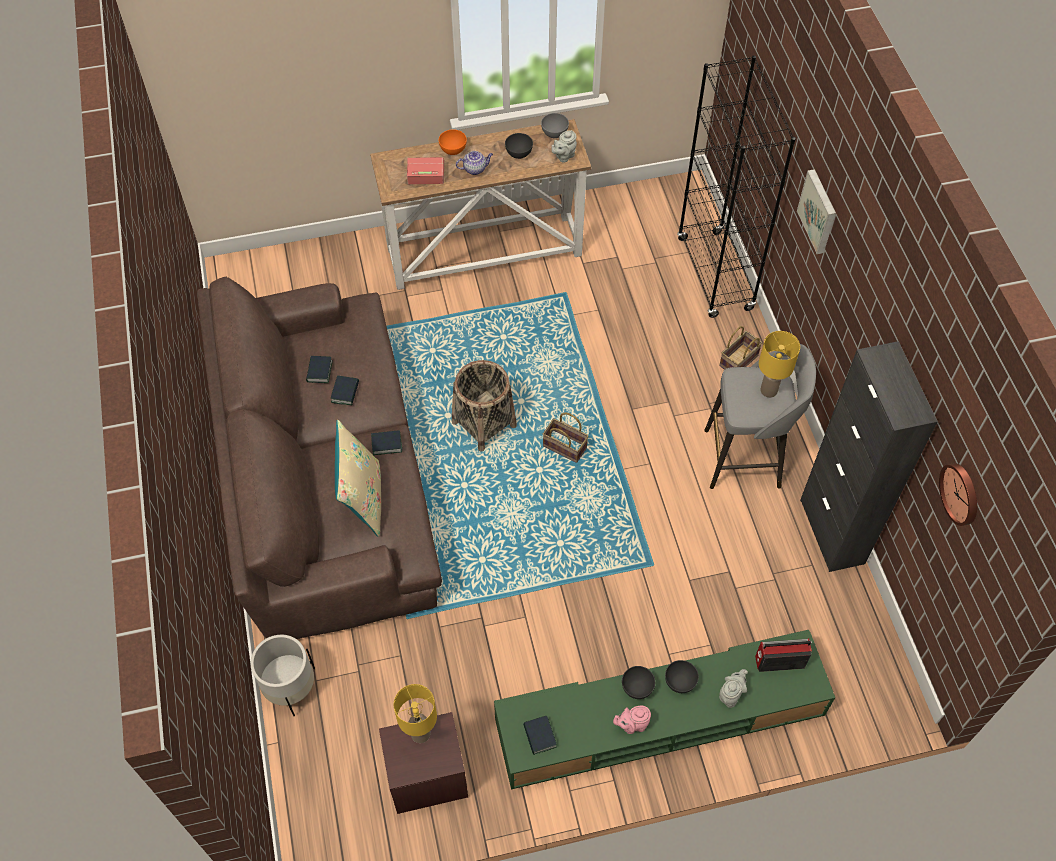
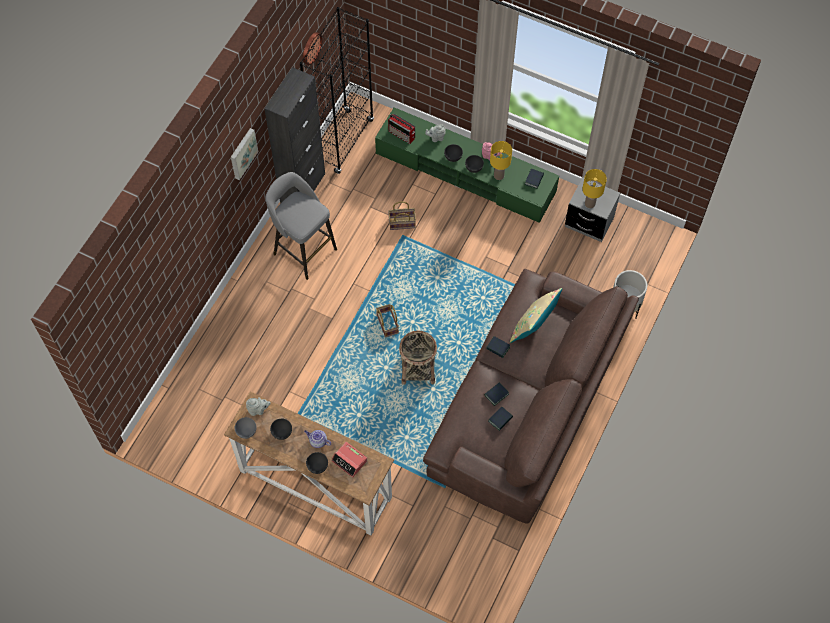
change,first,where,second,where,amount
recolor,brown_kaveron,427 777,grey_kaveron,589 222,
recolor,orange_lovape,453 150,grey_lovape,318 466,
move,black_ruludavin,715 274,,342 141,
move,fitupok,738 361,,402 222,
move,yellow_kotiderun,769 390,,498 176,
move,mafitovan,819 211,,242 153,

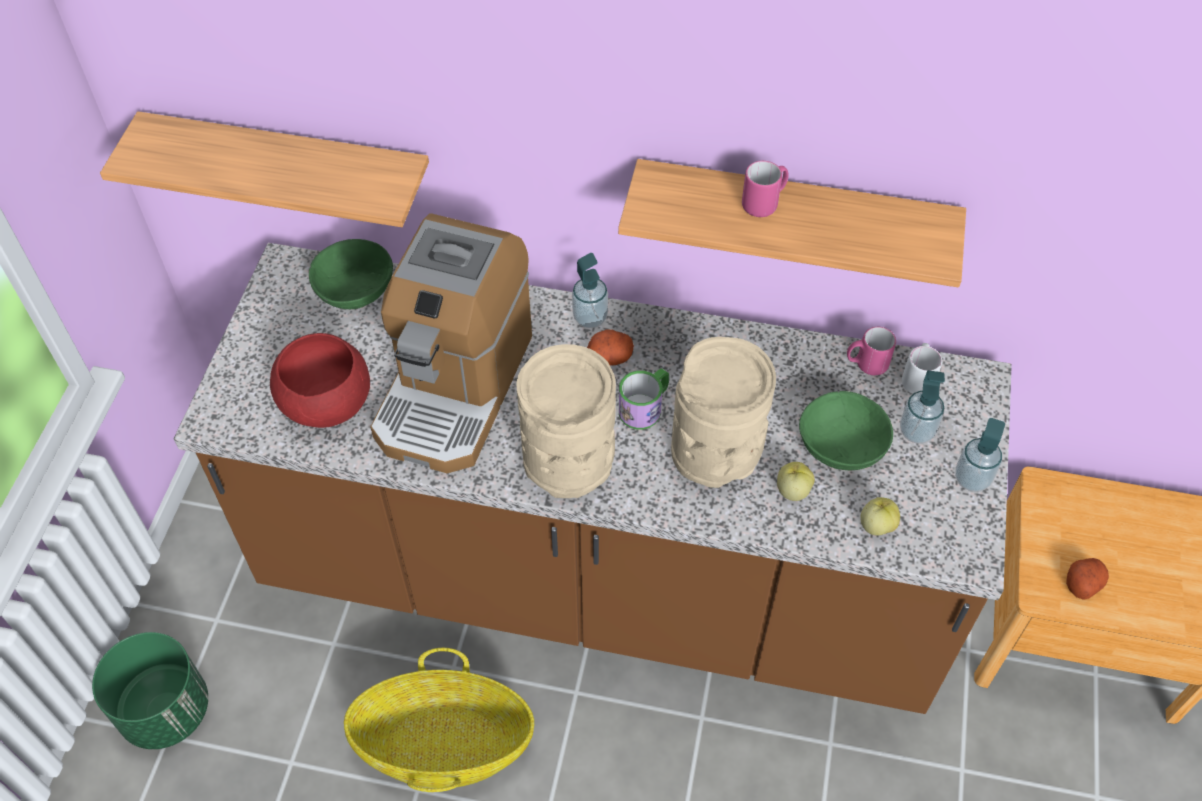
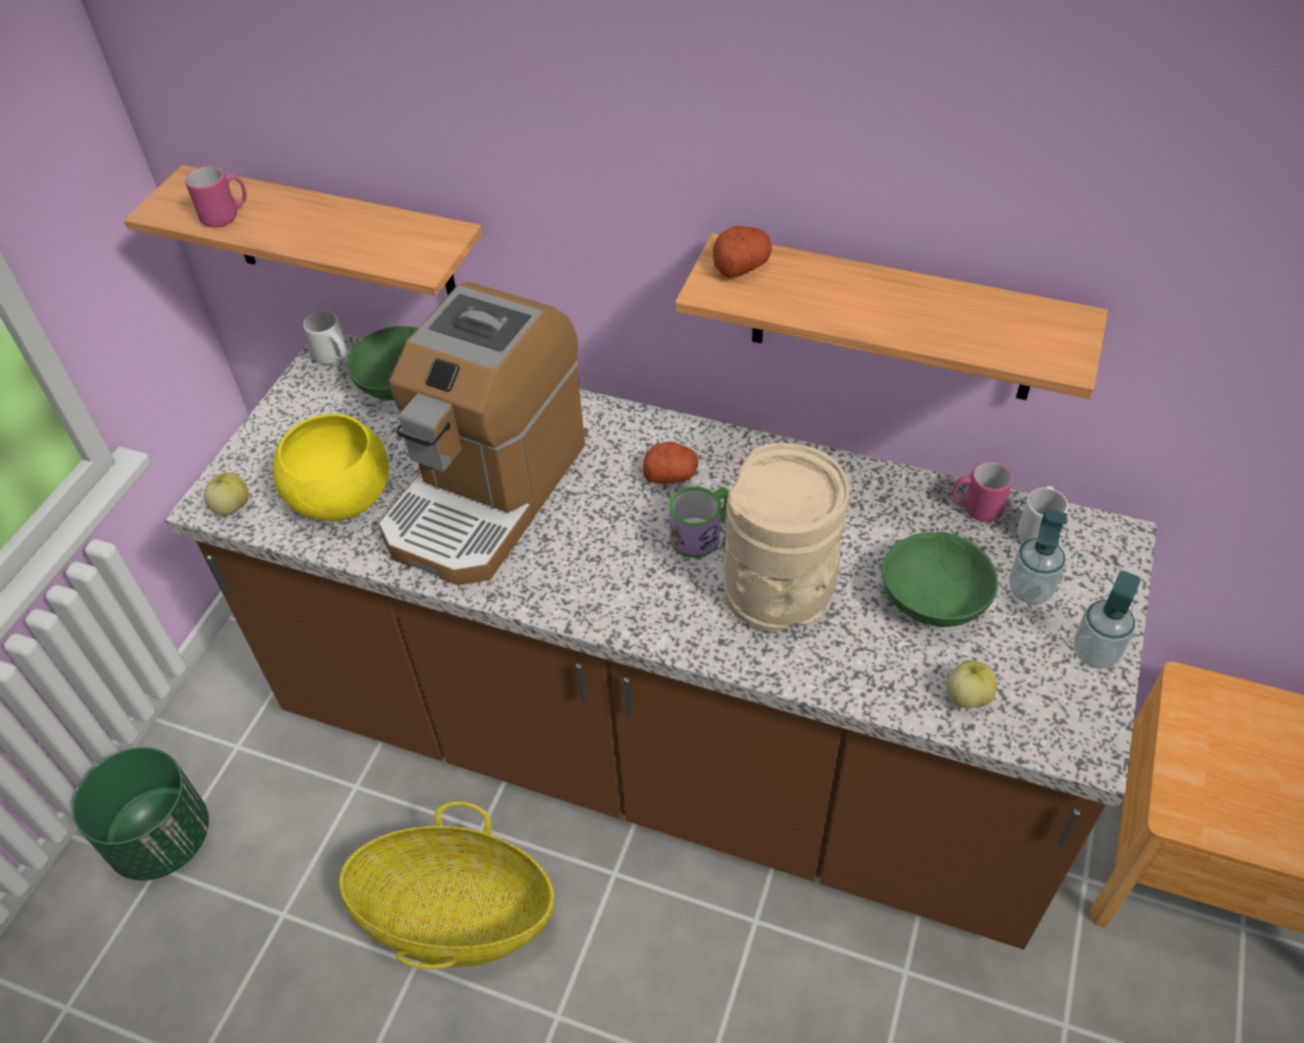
change,first,where,second,where,amount
recolor,red_lovape,327 401,yellow_lovape,341 495,
delete,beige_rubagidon,570 459,,,
delete,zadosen,590 318,,,
move,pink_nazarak,764 203,,226 216,
move,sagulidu,792 490,,231 507,
move,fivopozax,1082 583,,741 266,
insert,,,white_nazarak,334 358,

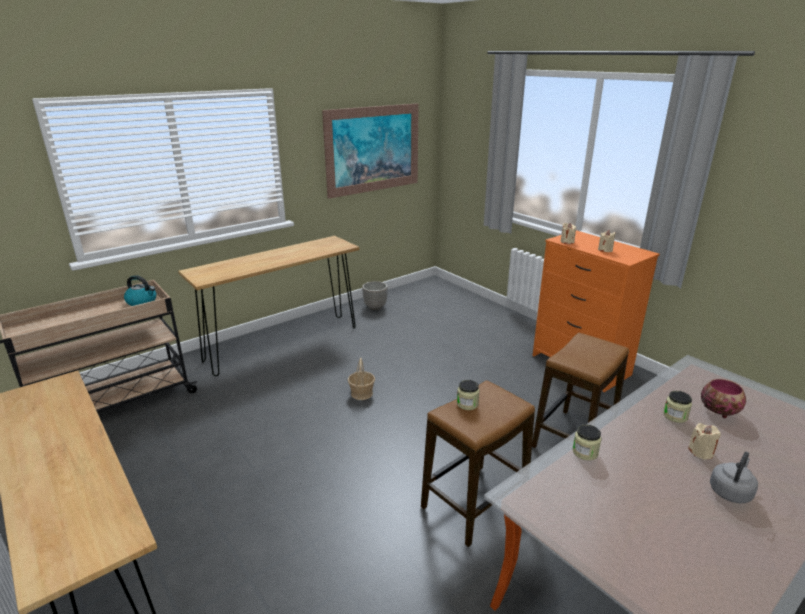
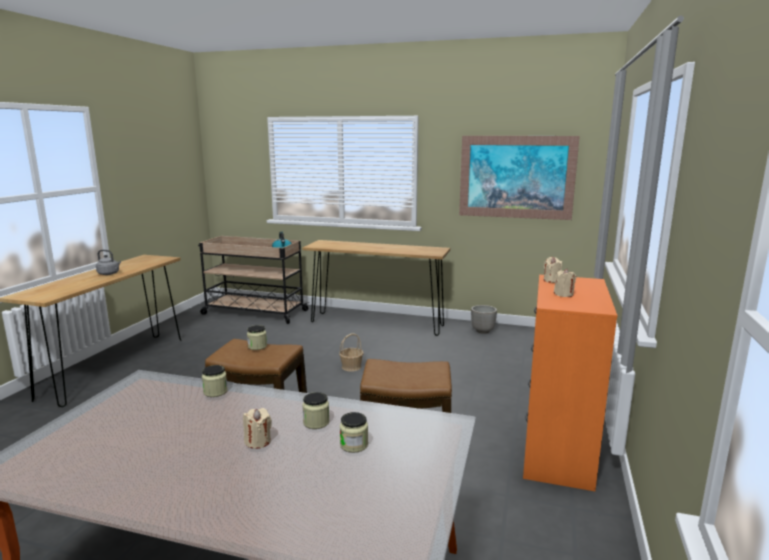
change,first,where,second,where,amount
replace,lovape,718 411,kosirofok,354 445,
move,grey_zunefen,730 491,,109 274,

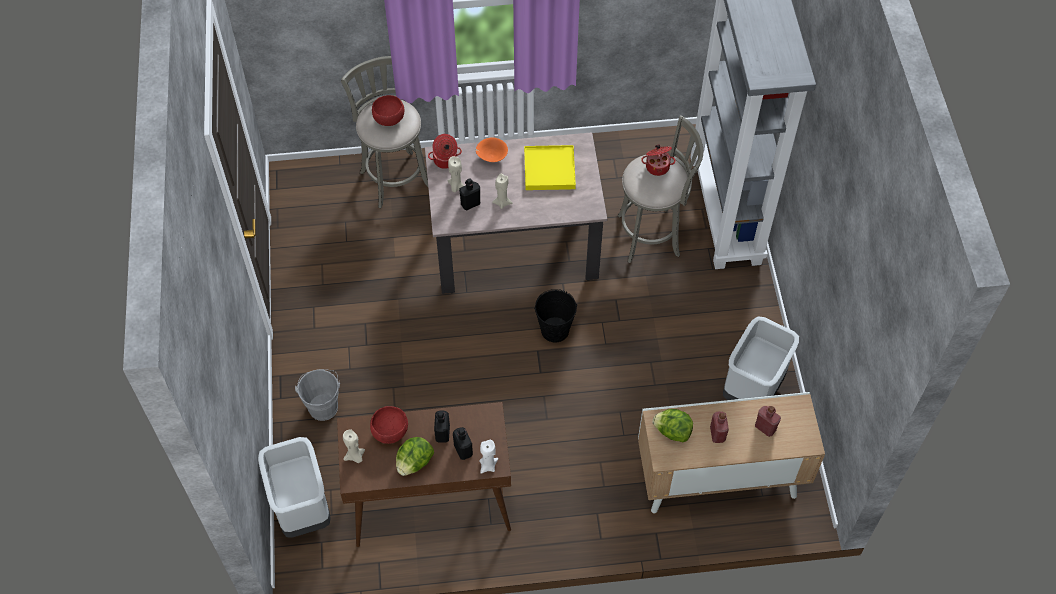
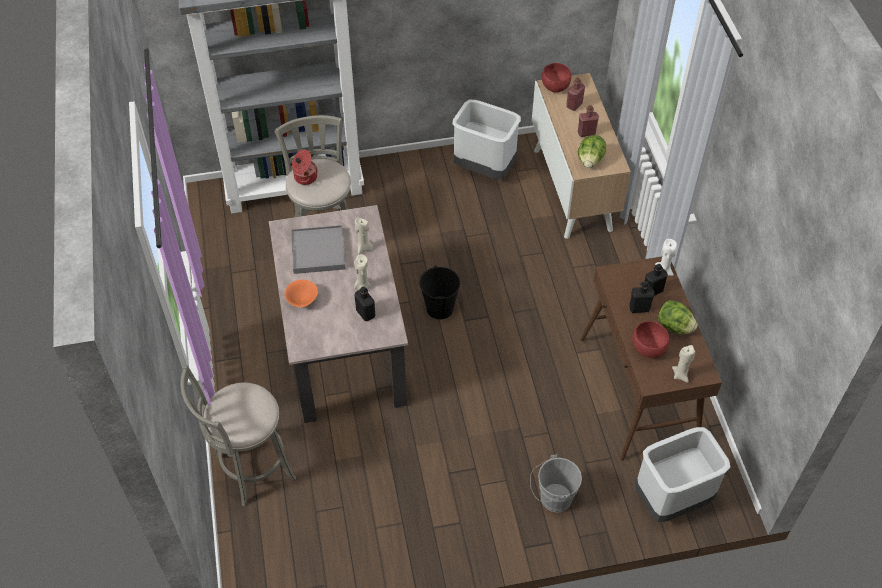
change,first,where,second,where,amount
move,red_lovape,389 120,,555 87,
delete,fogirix,445 160,,,
move,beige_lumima,456 187,,364 248,
recolor,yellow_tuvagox,549 170,grey_tuvagox,318 251,

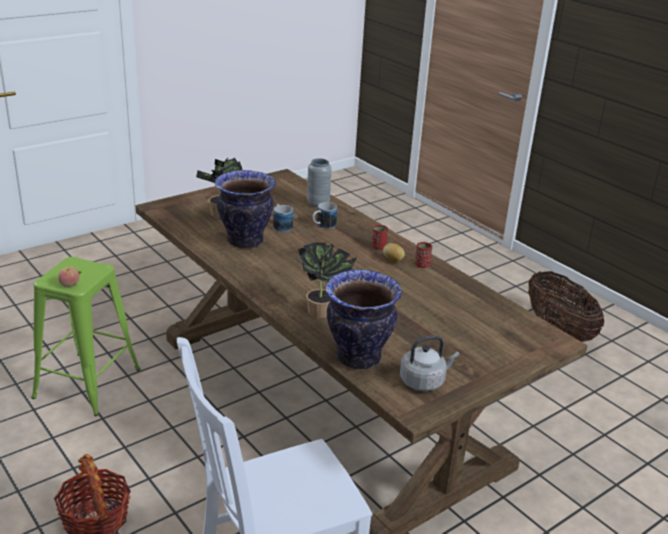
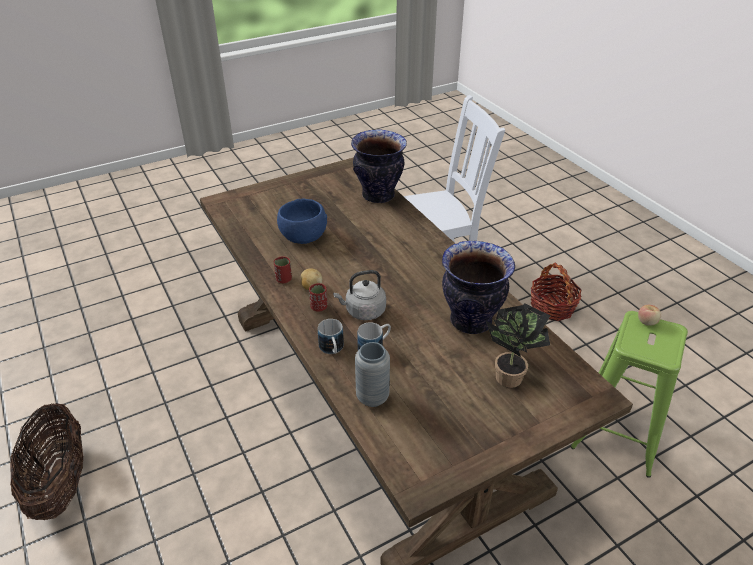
change,first,where,second,where,amount
move,nazarak,281 225,,332 350,
delete,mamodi,323 311,,,
move,grey_zunefen,424 381,,363 311,
insert,,,blue_lovape,302 236,

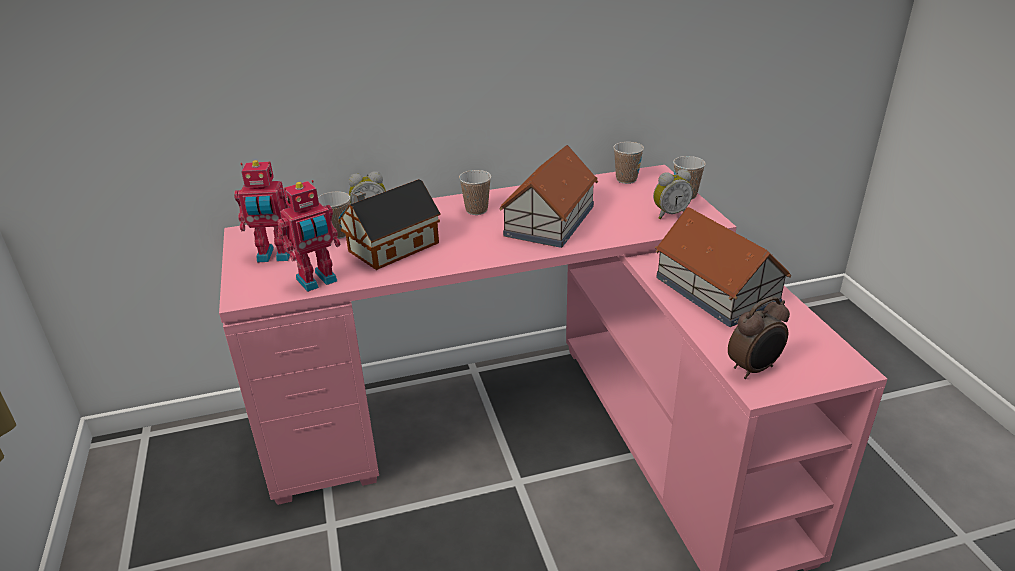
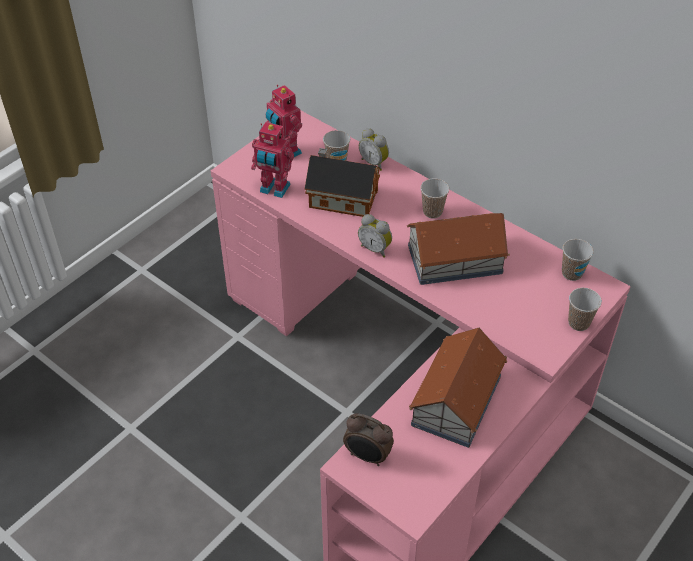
change,first,where,second,where,amount
move,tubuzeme,669 214,,375 248,

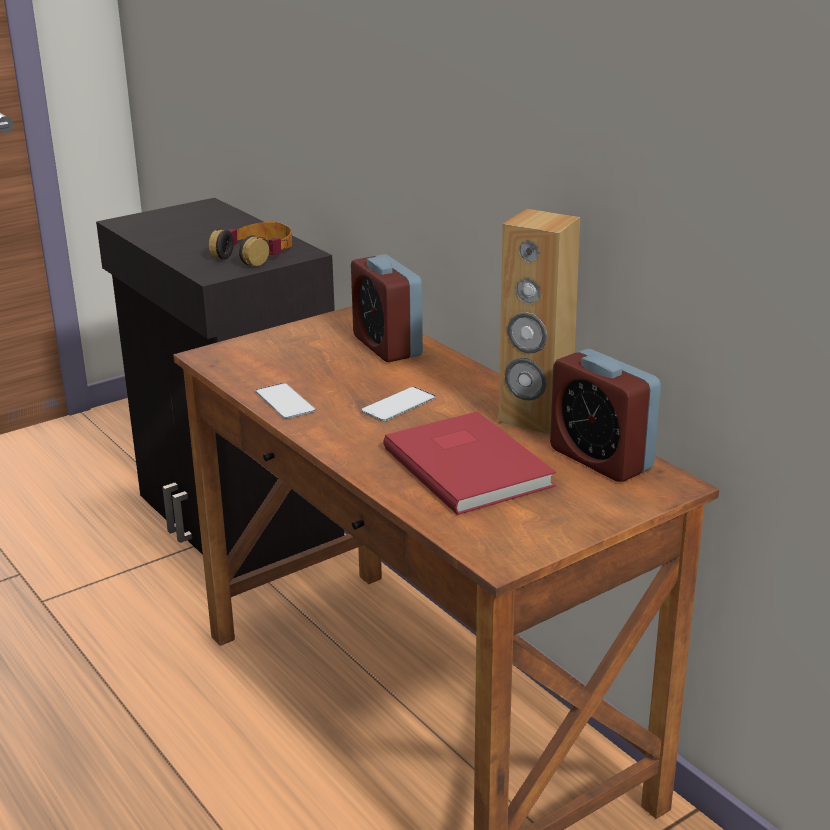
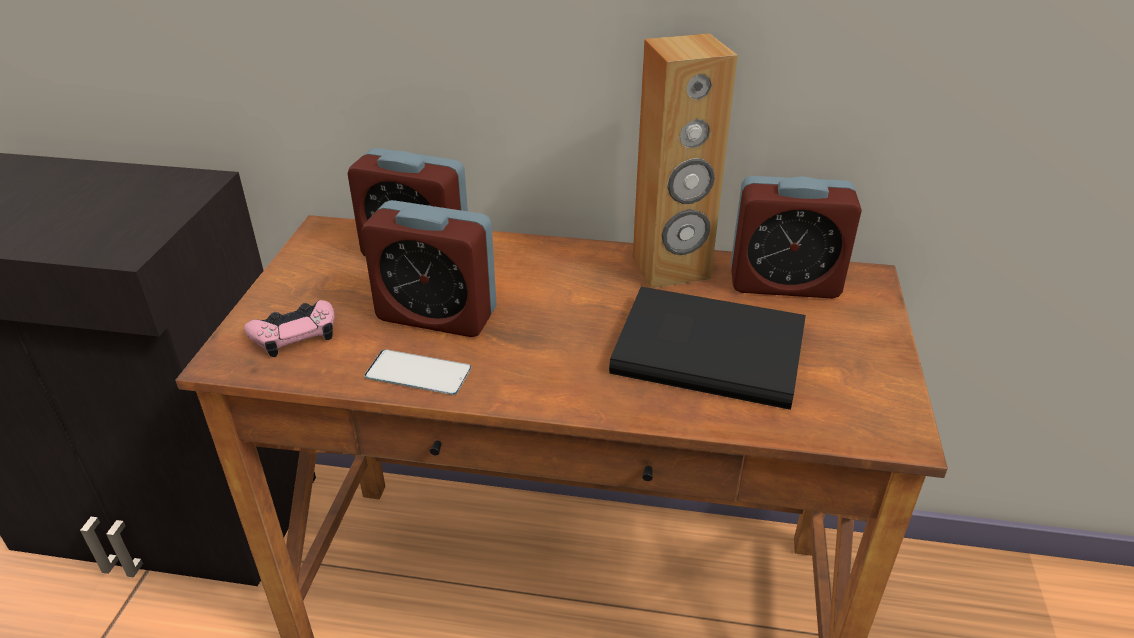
change,first,where,second,where,amount
delete,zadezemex,255 254,,,
delete,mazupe,398 405,,,
recolor,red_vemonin,469 465,black_vemonin,707 347,
insert,,,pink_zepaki,295 334,
insert,,,tubuzeme,437 315,

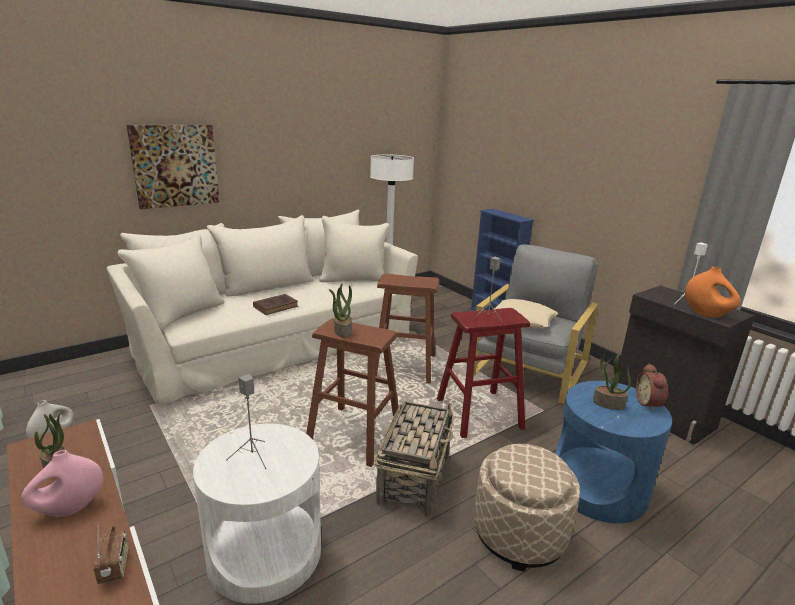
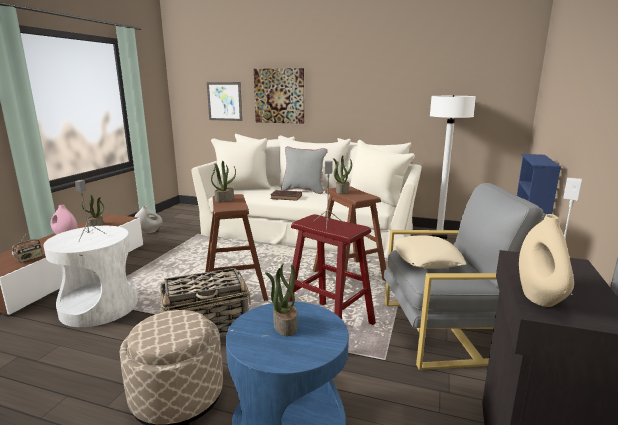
change,first,where,second,where,amount
delete,tubuzeme,650 403,,,
recolor,orange_rubagidon,706 314,beige_rubagidon,539 298,
insert,,,mafitovan,224 101,
insert,,,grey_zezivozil,303 190,
insert,,,mamodi,342 191,

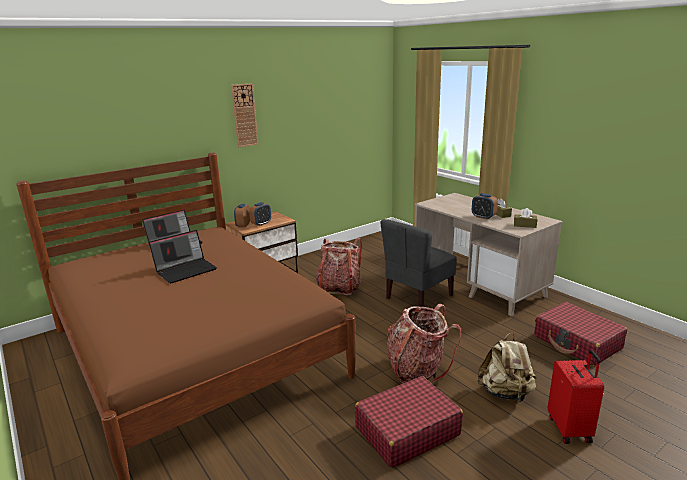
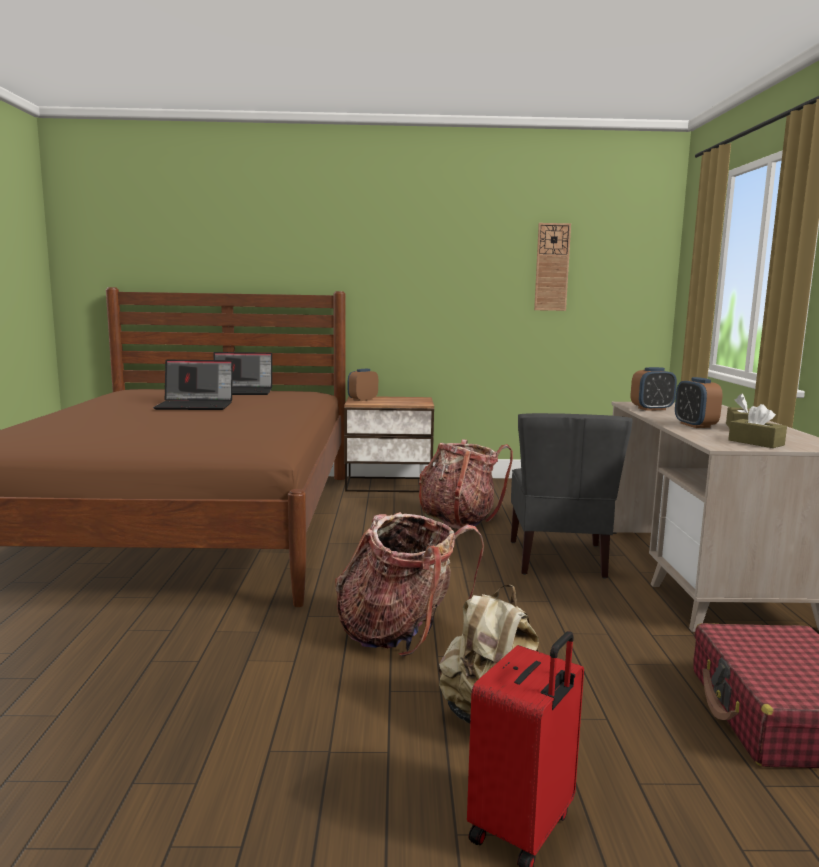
change,first,where,second,where,amount
move,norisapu,244 115,,552 267,
move,tubuzeme,261 223,,652 409,
delete,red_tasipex,406 431,,,
rotate,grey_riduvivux,418 297,,558 559,75 degrees counterclockwise

